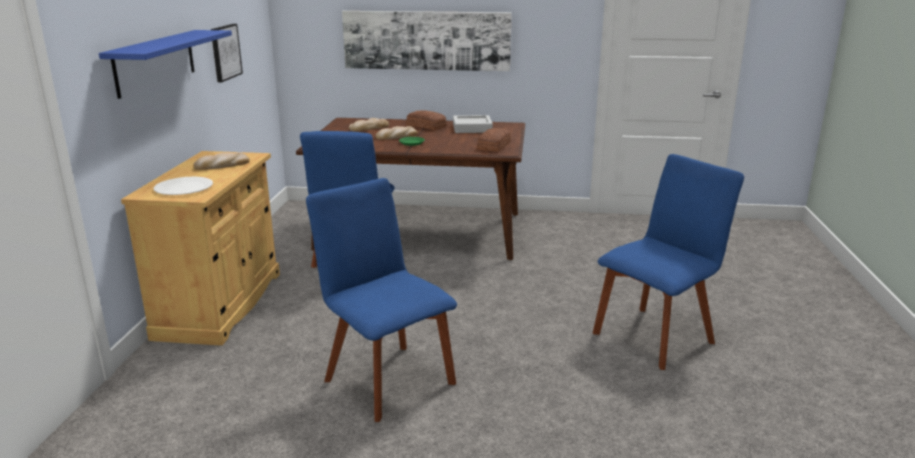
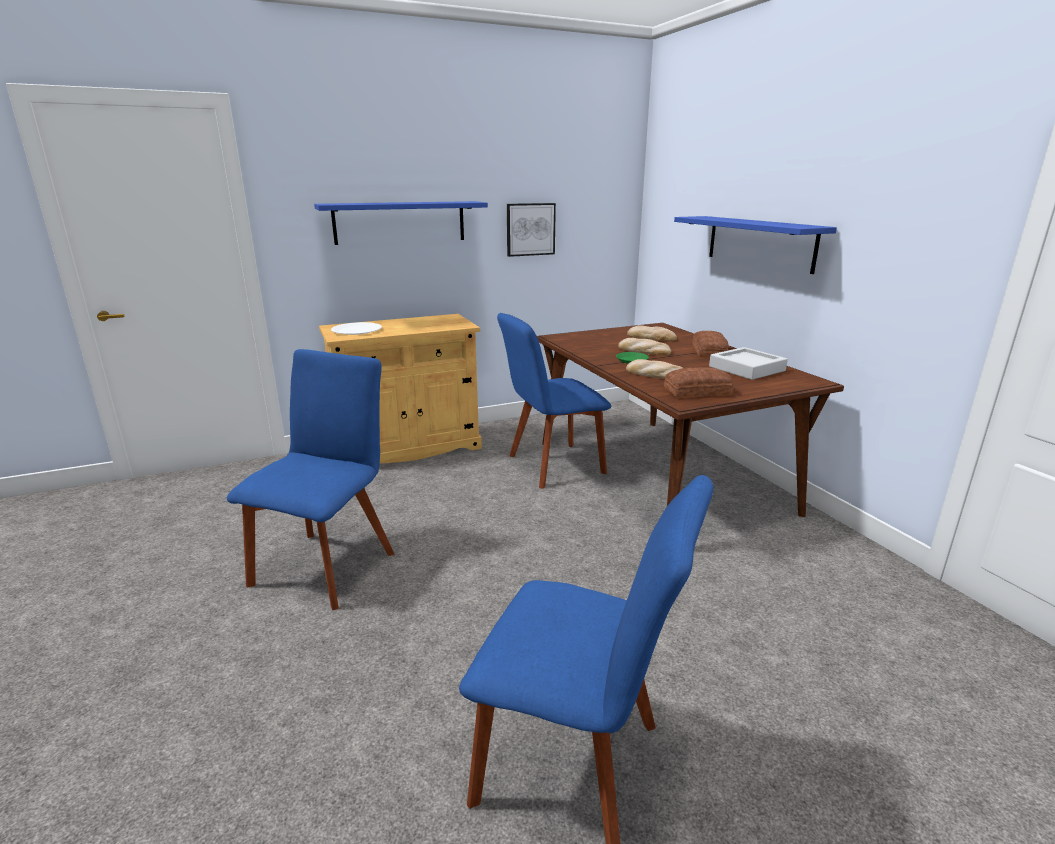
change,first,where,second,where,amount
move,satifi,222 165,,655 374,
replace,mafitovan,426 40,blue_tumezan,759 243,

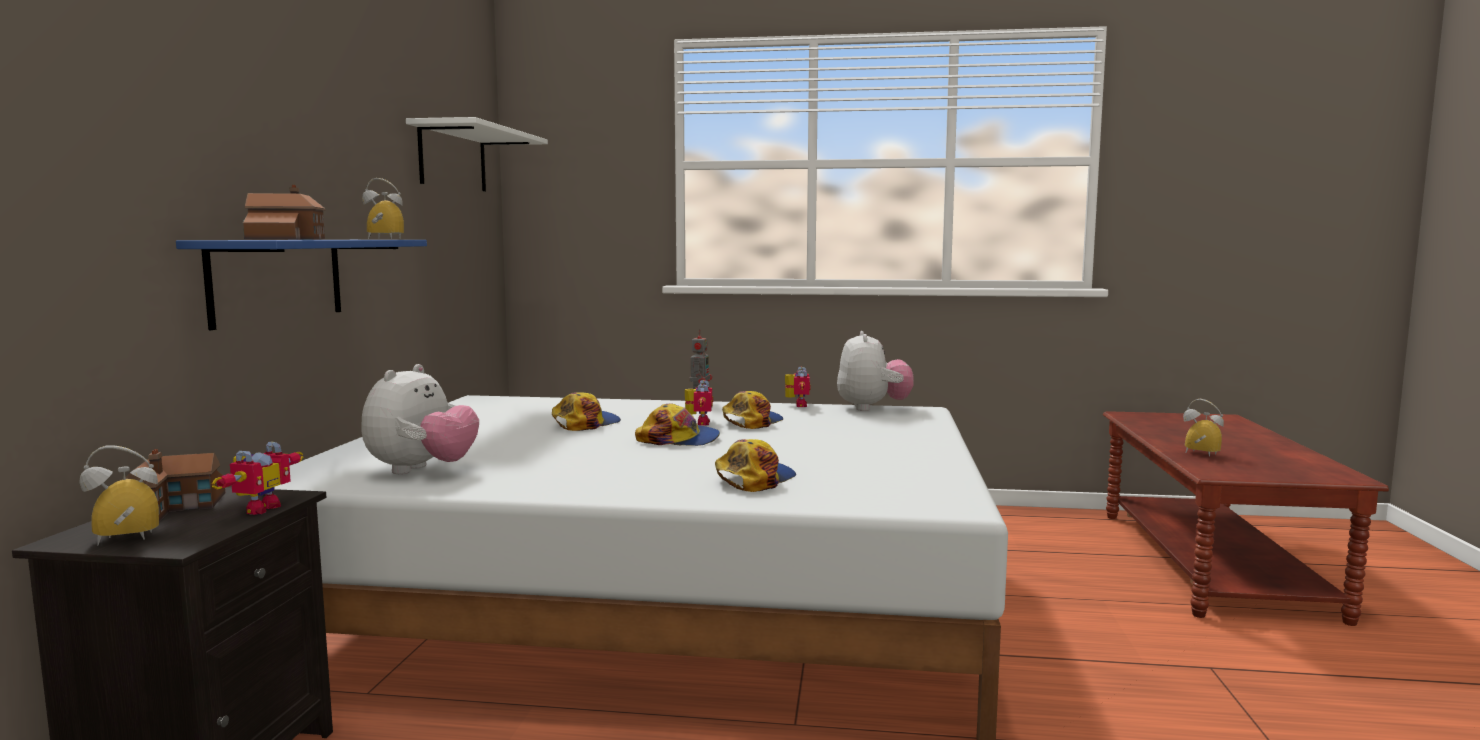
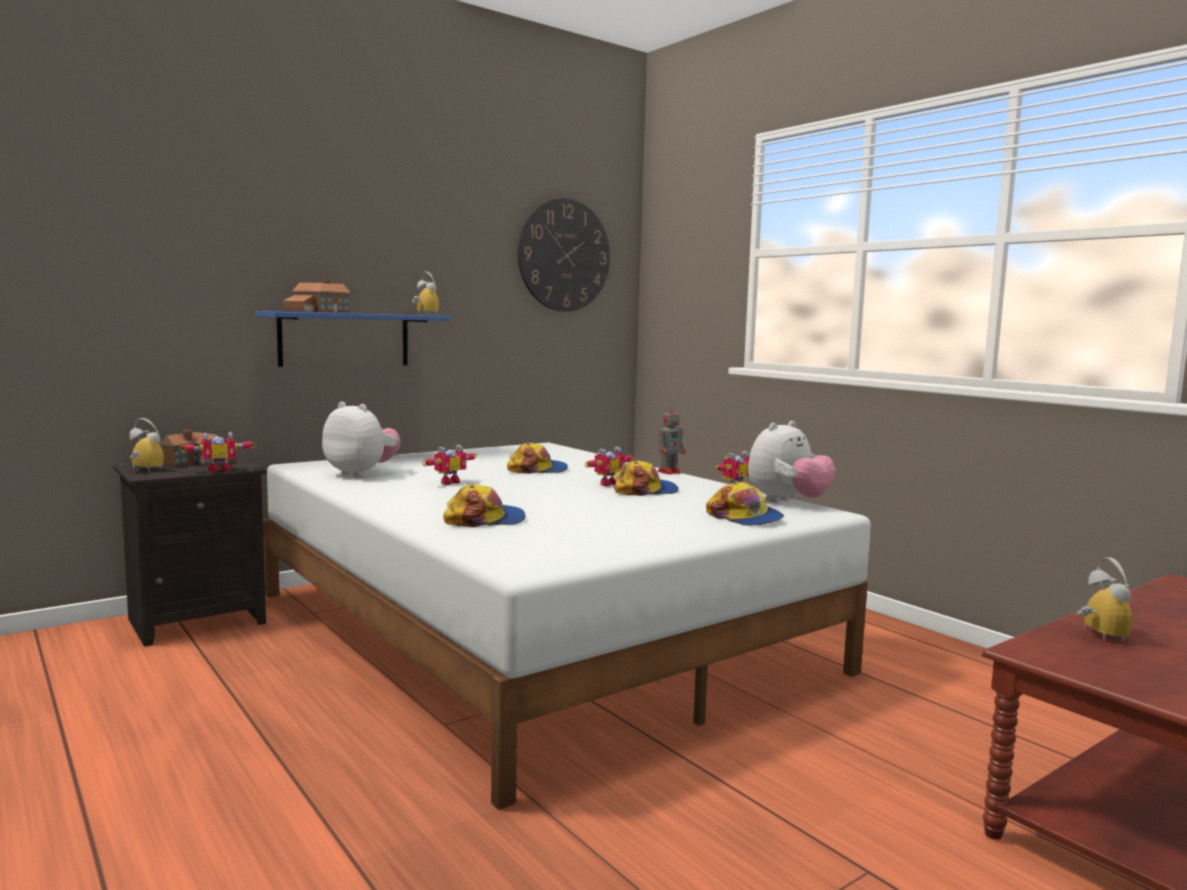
change,first,where,second,where,amount
rotate,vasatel,422 470,,361 474,120 degrees counterclockwise
replace,white_tumezan,453 159,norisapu,564 255,
move,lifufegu,679 439,,745 518,
insert,,,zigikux,447 482,

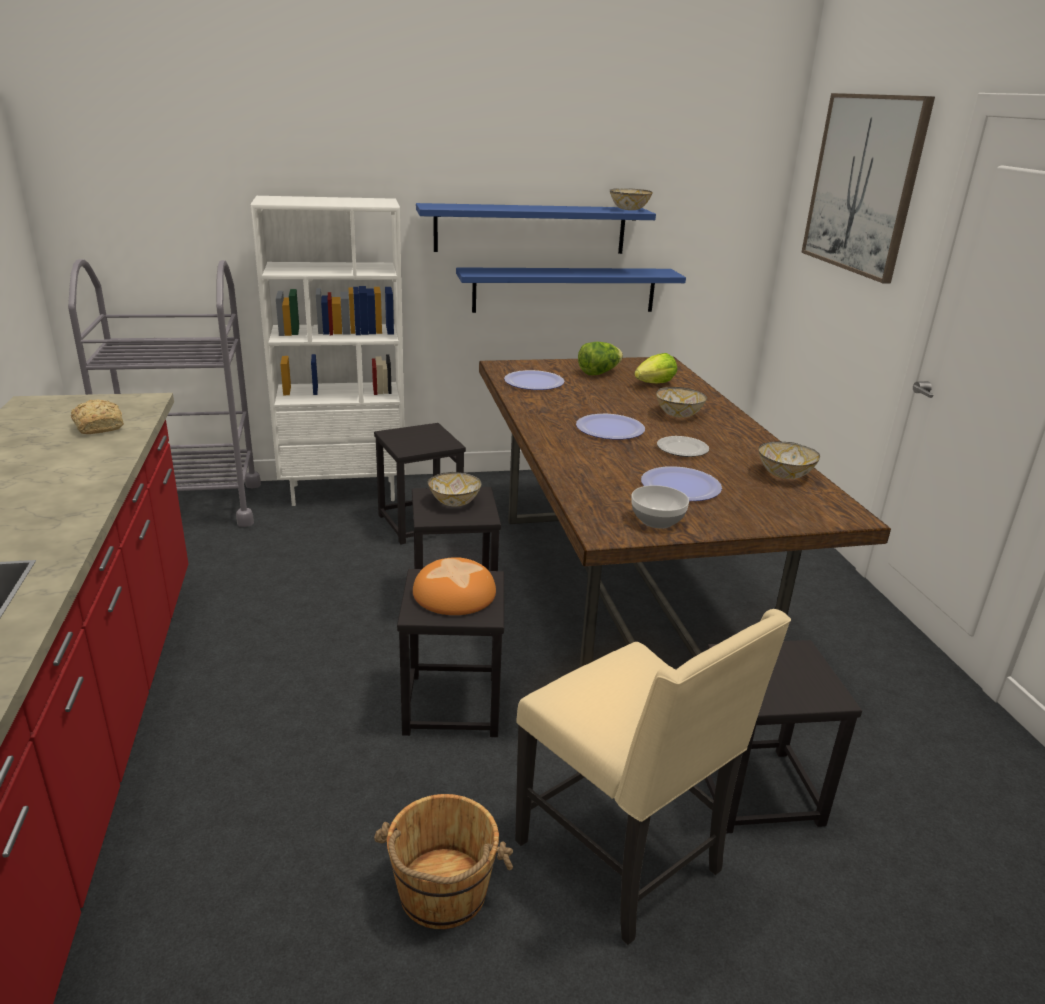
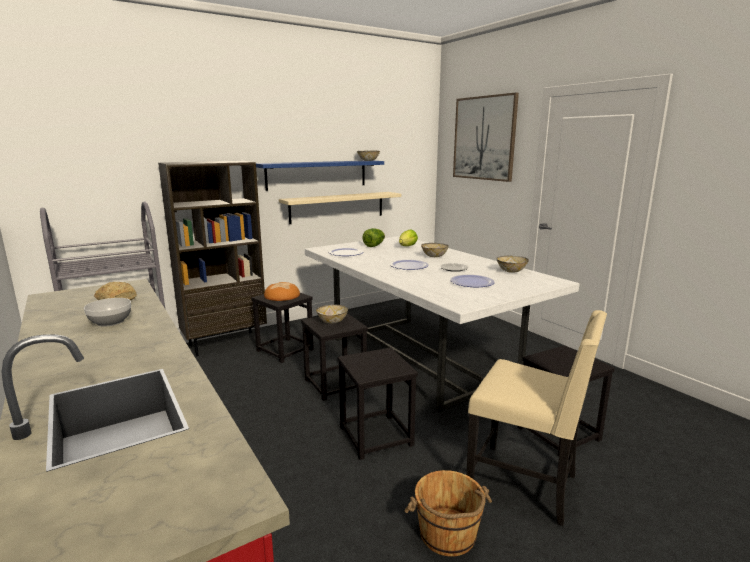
change,first,where,second,where,amount
recolor,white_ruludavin,344 492,brown_ruludavin,225 343,
move,satifi,453 594,,281 296,
recolor,blue_tumezan,564 290,beige_tumezan,337 207,
recolor,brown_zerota,623 584,white_zerota,419 356,
move,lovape,658 521,,111 322,

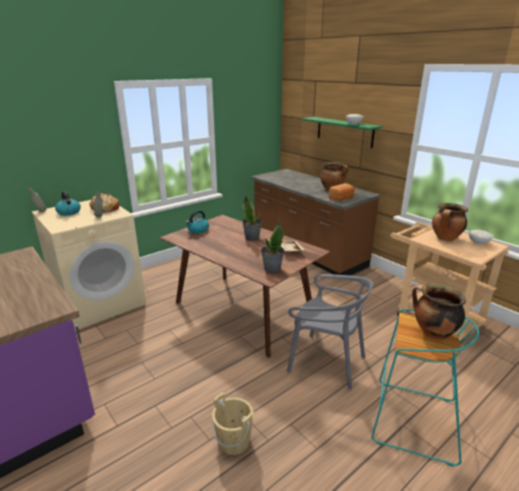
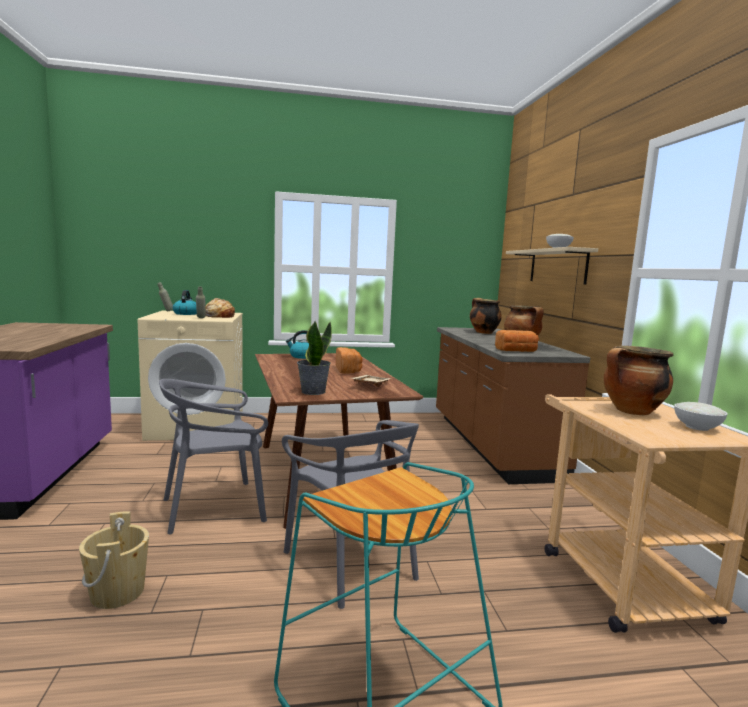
change,first,where,second,where,amount
replace,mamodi,252 237,satifi,348 370,
recolor,green_tumezan,344 131,beige_tumezan,557 266,
move,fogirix,432 333,,483 332,
insert,,,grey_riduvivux,215 508,

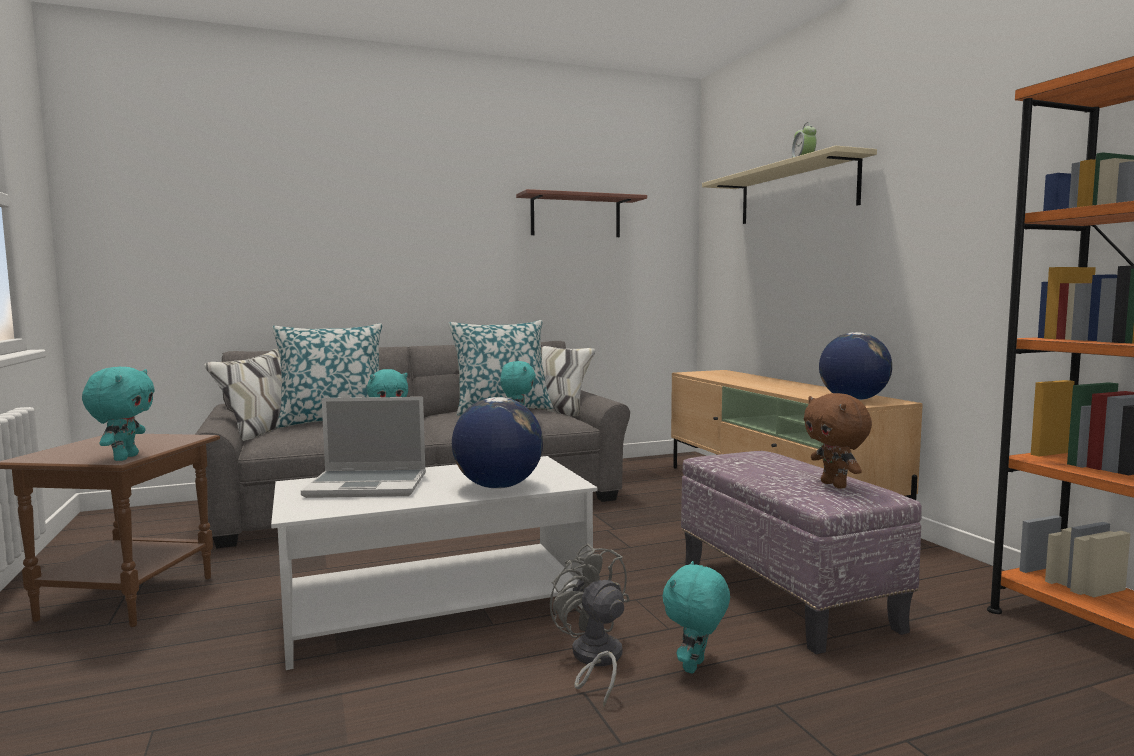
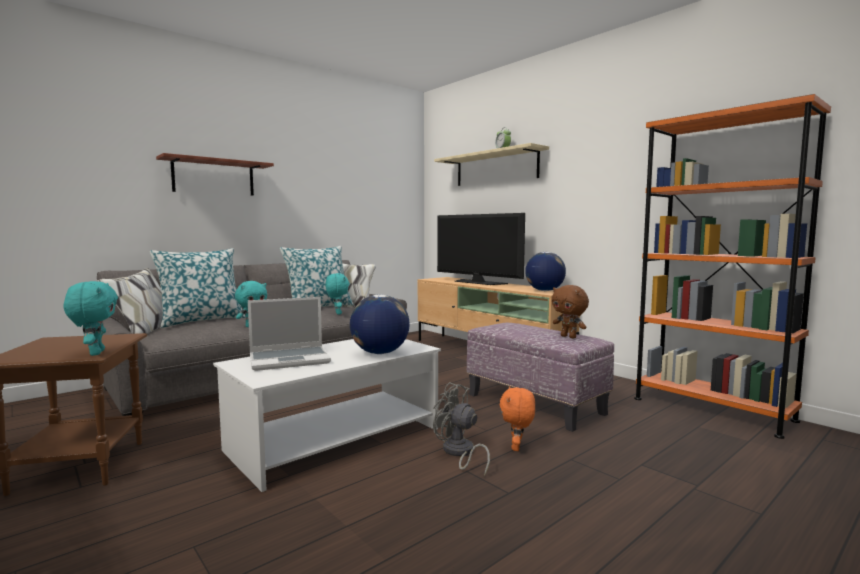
change,first,where,second,where,amount
move,tumezan,575 216,,214 177,
recolor,turquoise_vasatel,695 667,orange_vasatel,517 448,
insert,,,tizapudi,478 282,

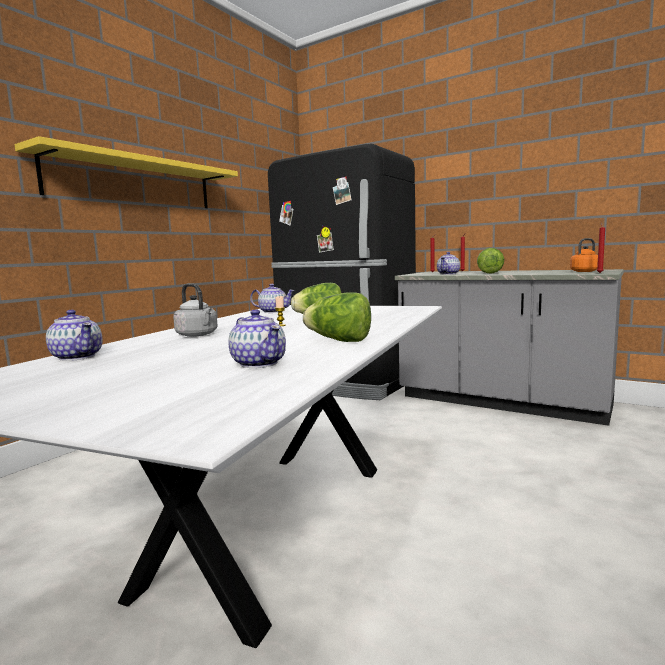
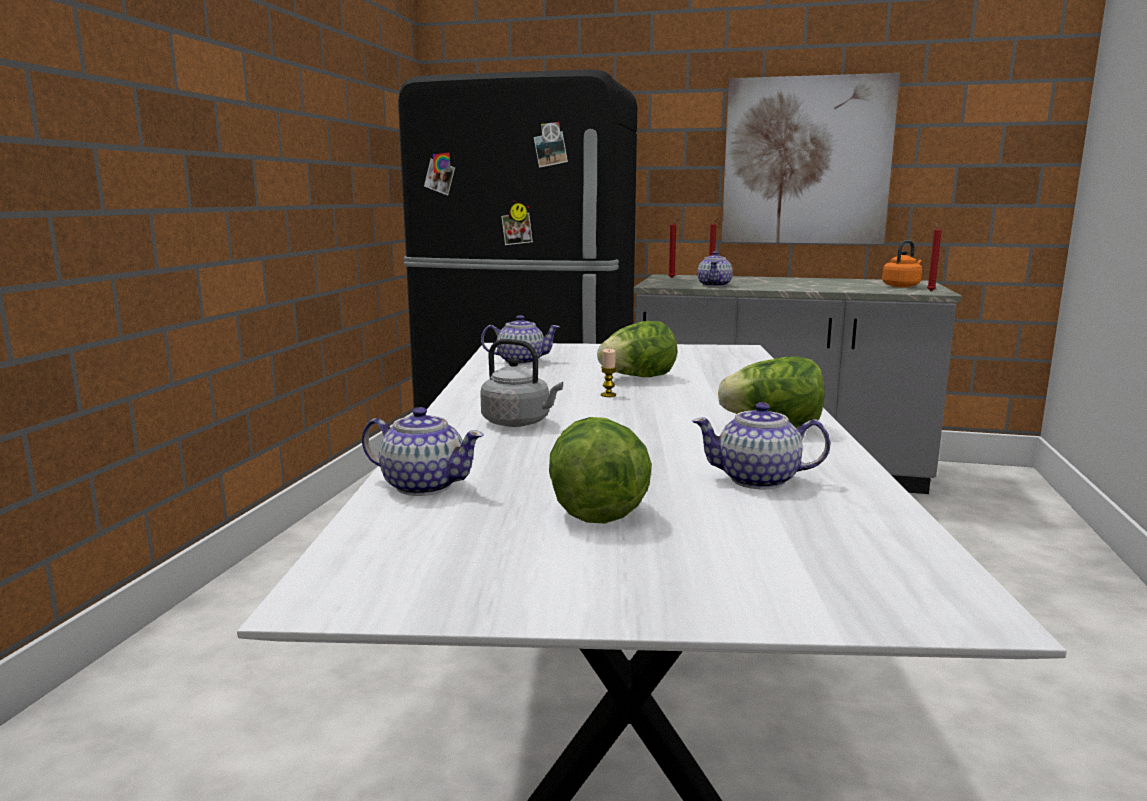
change,first,where,second,where,amount
delete,yellow_tumezan,134 182,,,
rotate,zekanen,259 363,,758 480,150 degrees clockwise
move,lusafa,489 273,,594 507,
insert,,,mafitovan,806 161,

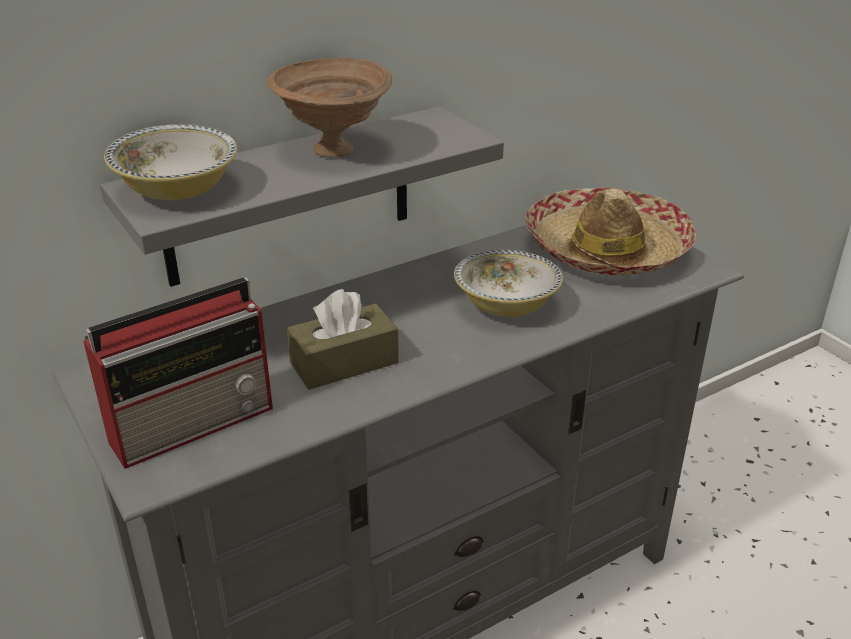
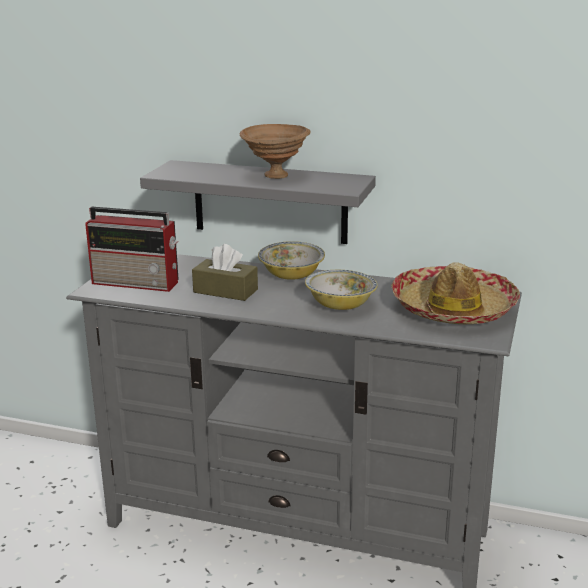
change,first,where,second,where,amount
move,lovape,177 190,,291 275,

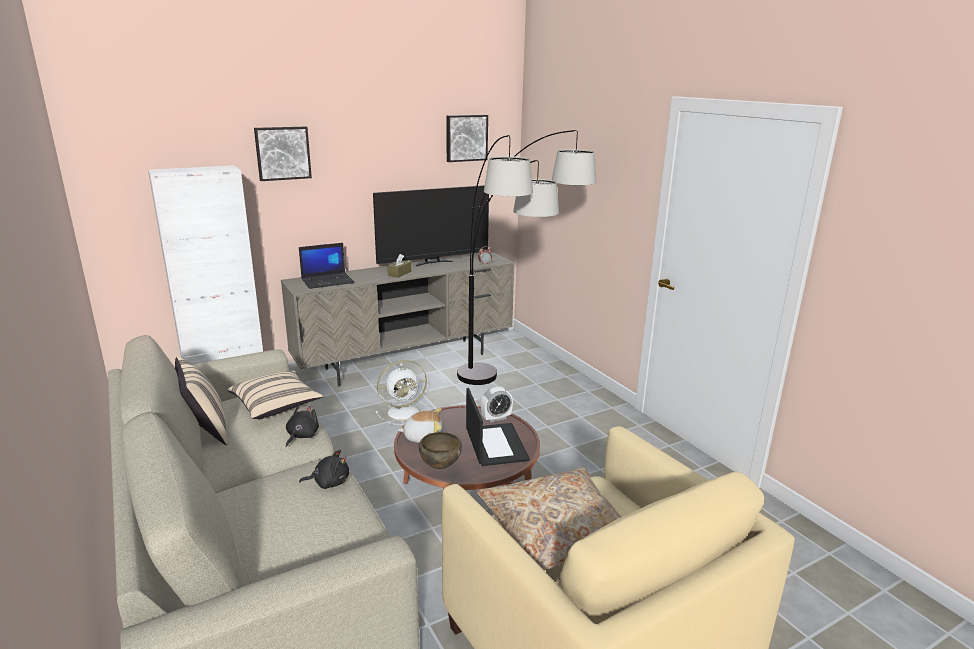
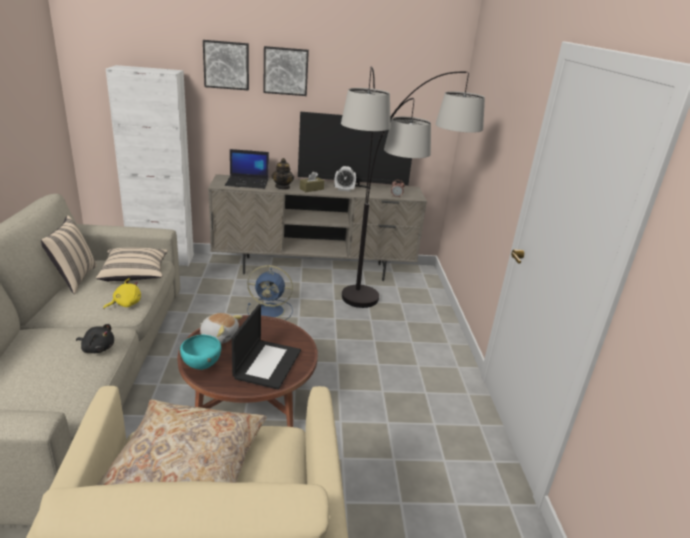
change,first,where,second,where,amount
recolor,black_vasatel,301 436,yellow_vasatel,125 304,
recolor,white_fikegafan,405 412,blue_fikegafan,271 311,
recolor,brown_lovape,439 466,turquoise_lovape,201 366,
move,mafitovan,466 138,,285 71,
move,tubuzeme,496 418,,344 189,
insert,,,zekanen,282 187,

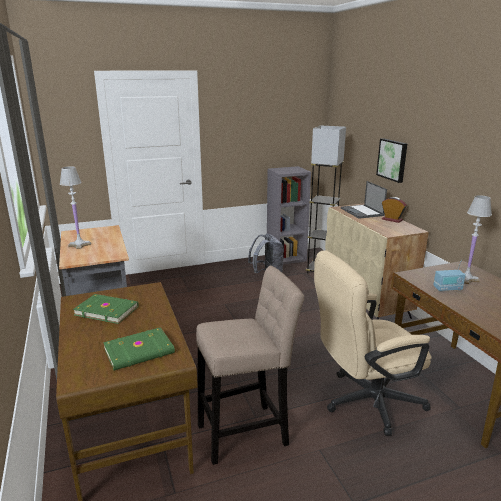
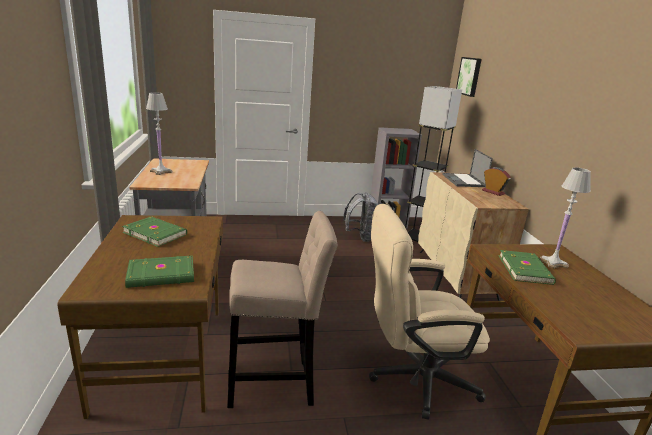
change,first,where,second,where,amount
move,mafitovan,393 160,,469 76,
replace,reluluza,447 289,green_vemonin,525 269,

